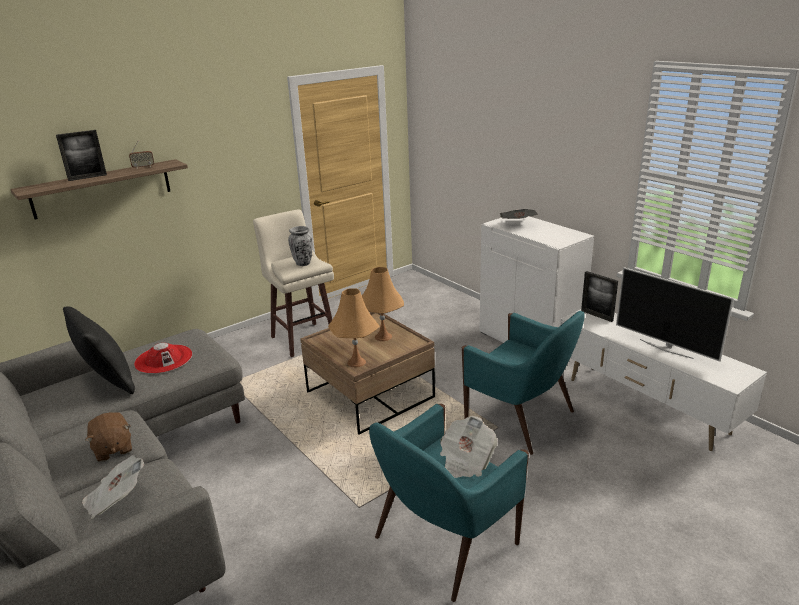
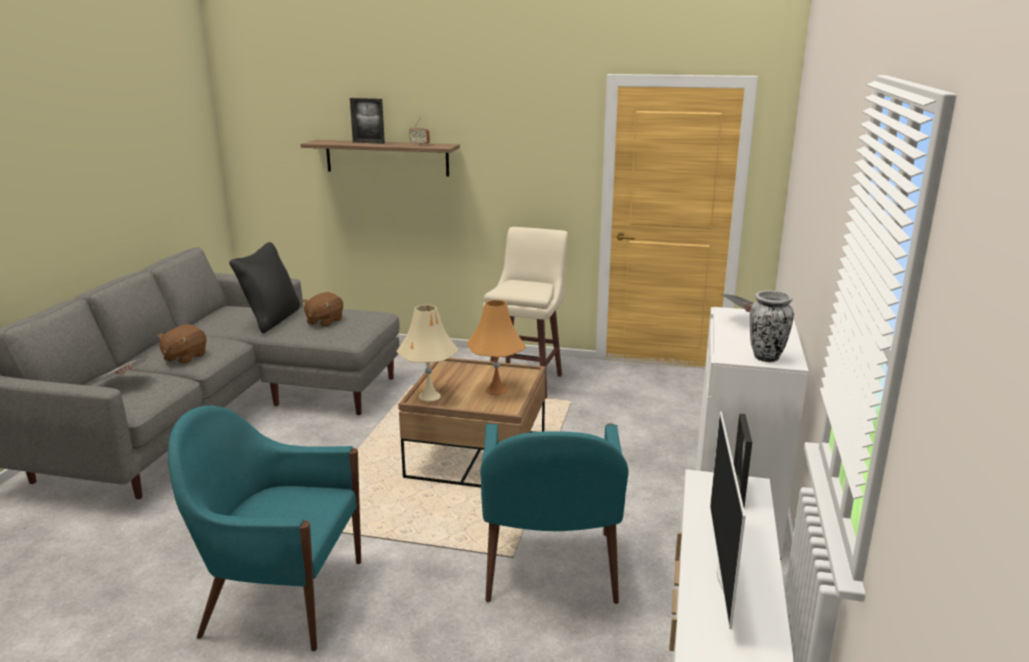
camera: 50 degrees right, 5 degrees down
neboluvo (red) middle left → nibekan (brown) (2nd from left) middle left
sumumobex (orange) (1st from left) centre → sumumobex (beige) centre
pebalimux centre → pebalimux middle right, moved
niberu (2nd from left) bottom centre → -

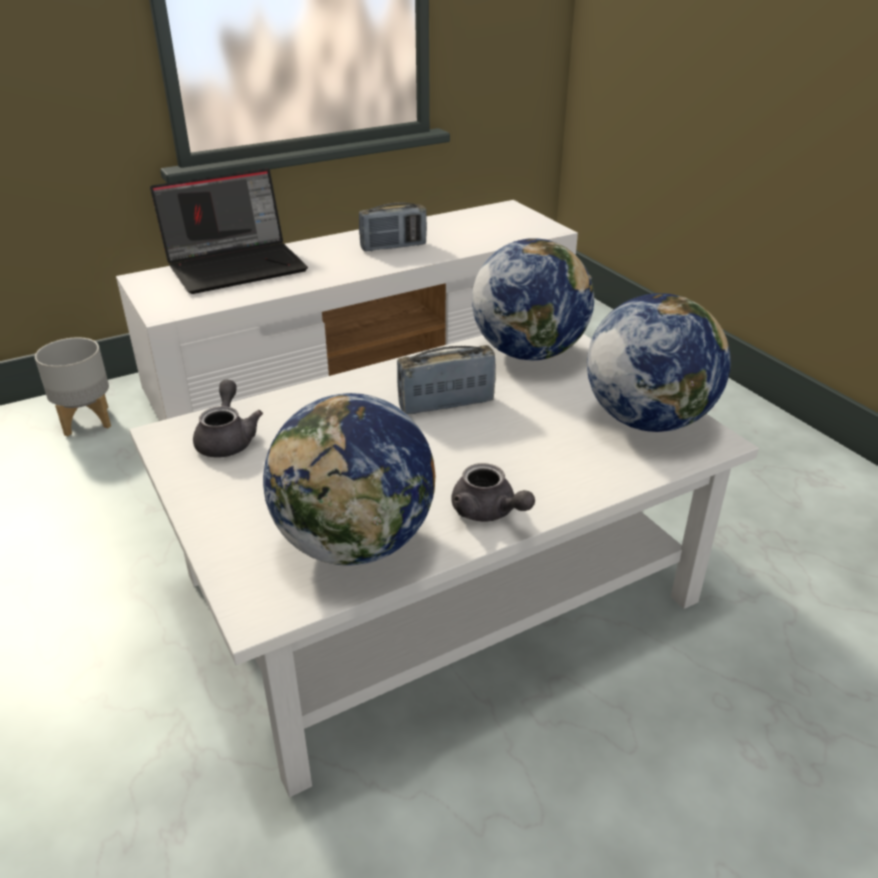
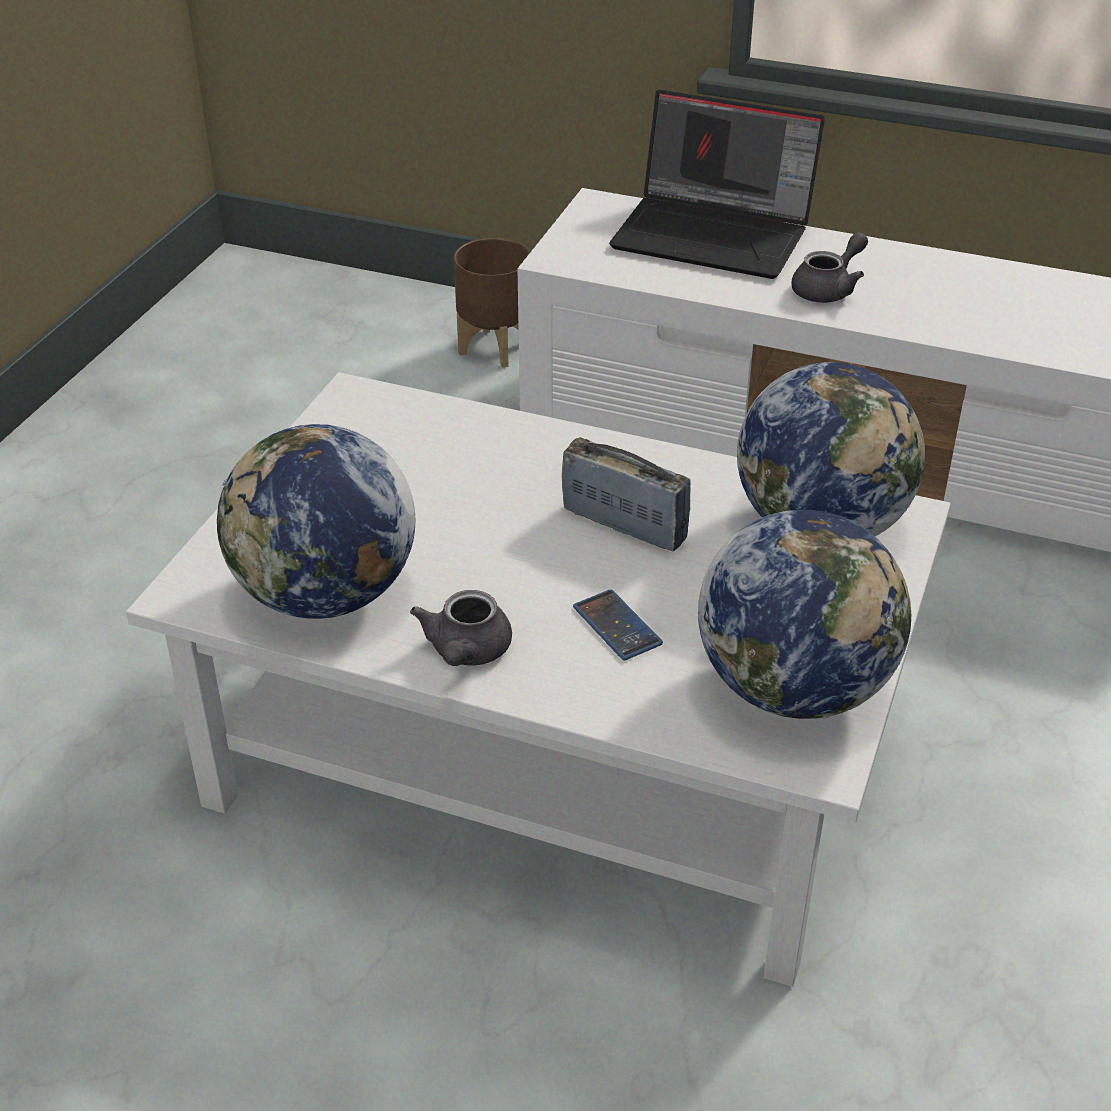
camera: 50 degrees right, 5 degrees up
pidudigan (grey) middle left → pidudigan (brown) top centre
- → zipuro centre
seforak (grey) (1st from left in the first image) middle left → seforak (grey) (2nd from left) top right, moved
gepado (1st from left) top centre → -

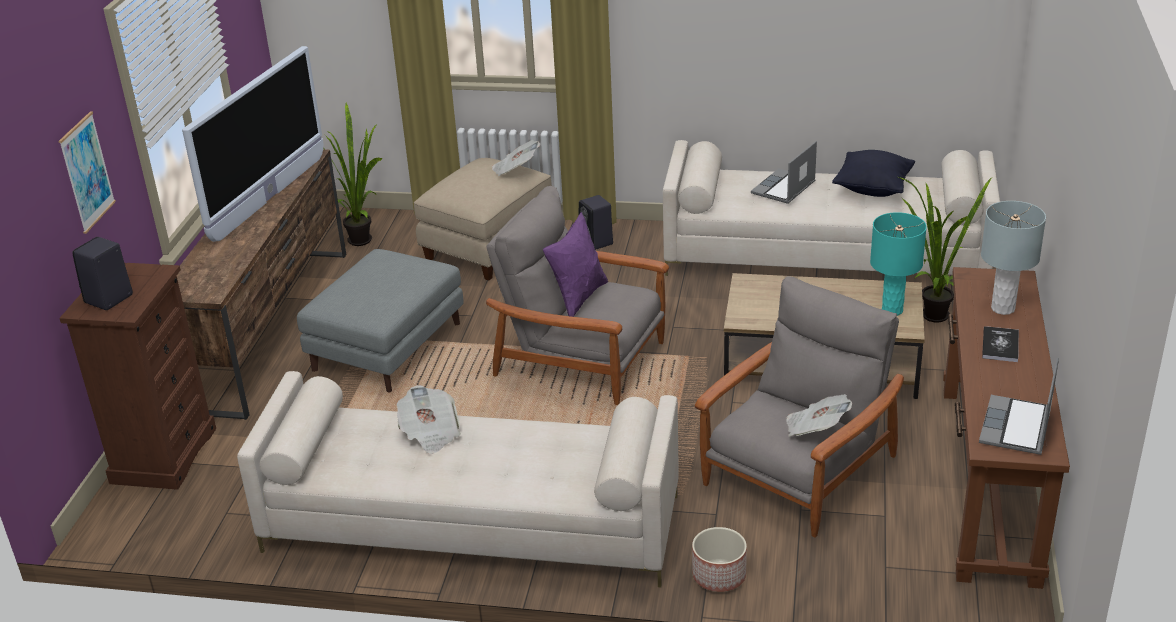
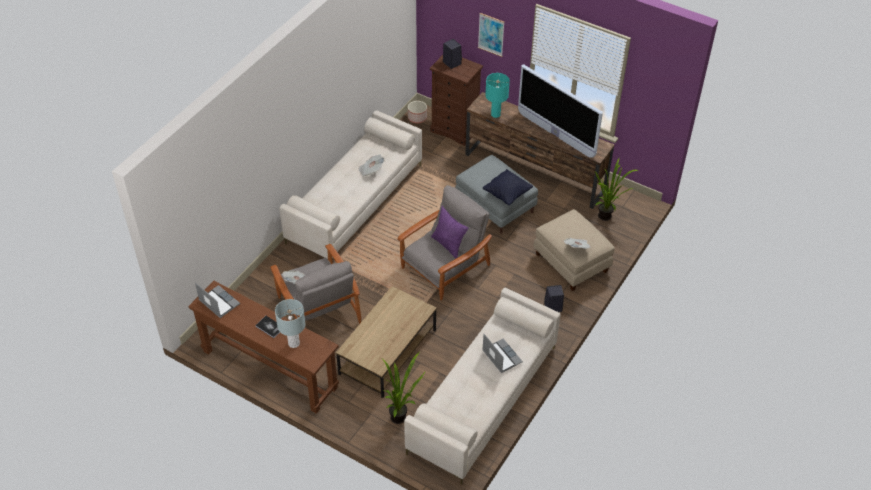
camera: 110 degrees right, 15 degrees up
pidudigan bottom centre → pidudigan top centre, moved
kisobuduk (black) top right → kisobuduk (black) centre, moved
sumumobex (turquoise) middle right → sumumobex (turquoise) top centre, moved

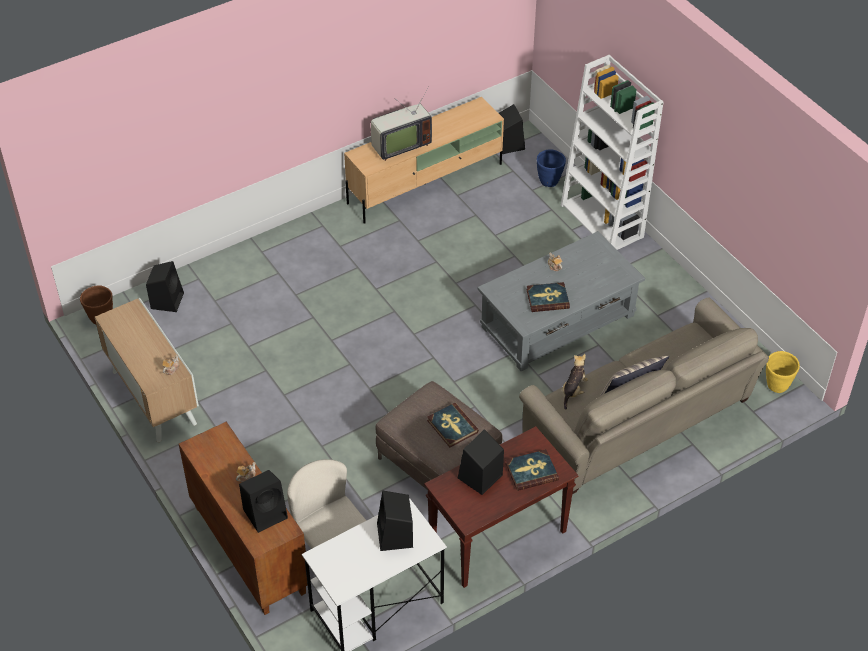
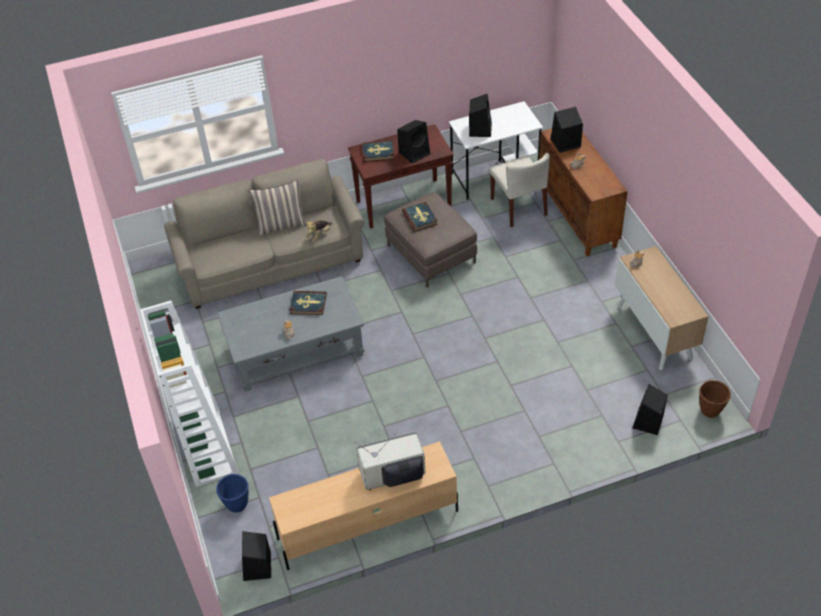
camera: 165 degrees left, 0 degrees up
pidudigan (yellow) middle right → -

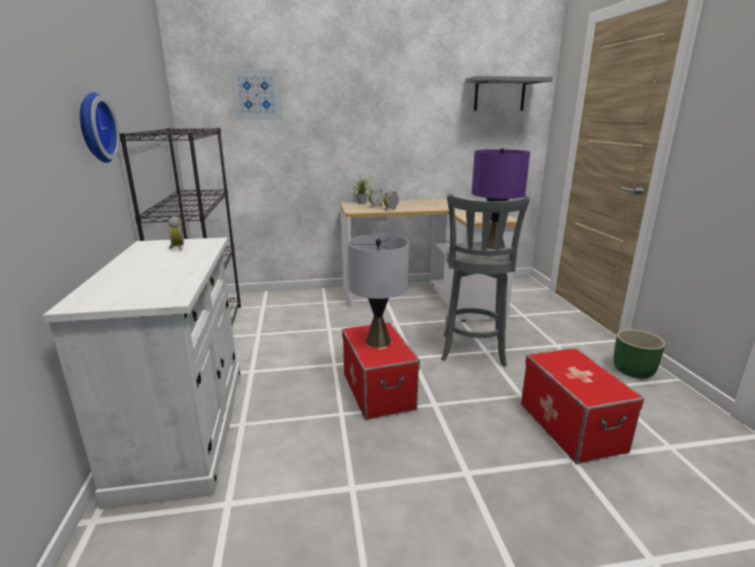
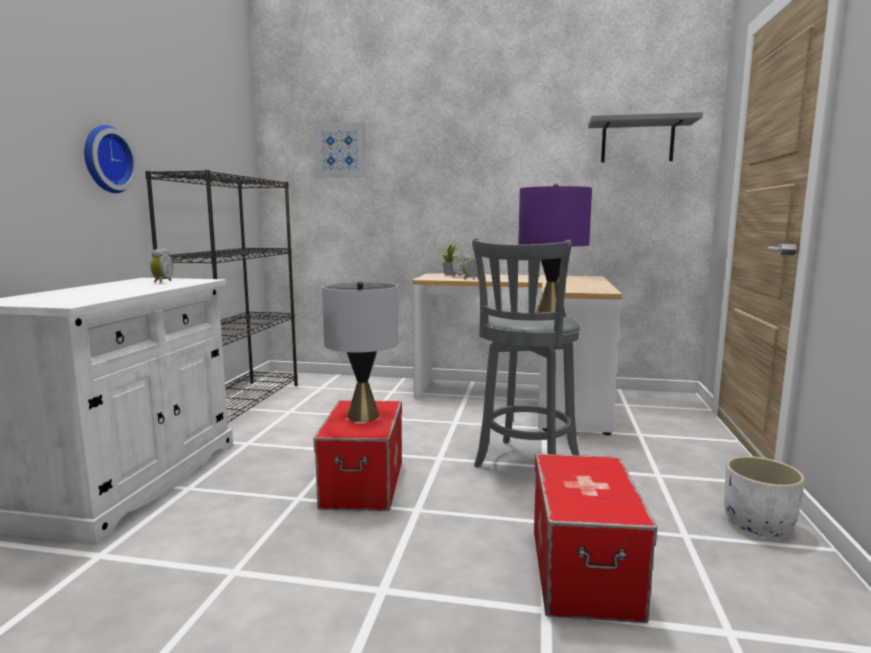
camera: 20 degrees right, 10 degrees down
pidudigan (green) middle right → pidudigan (white) bottom right

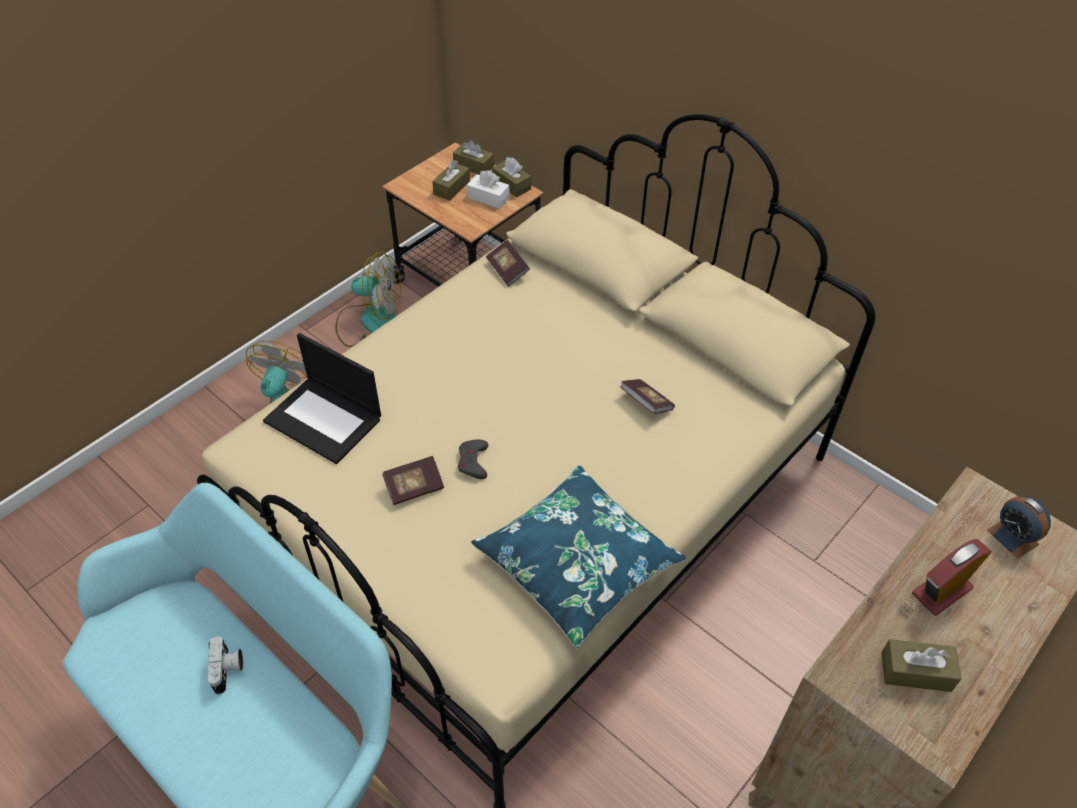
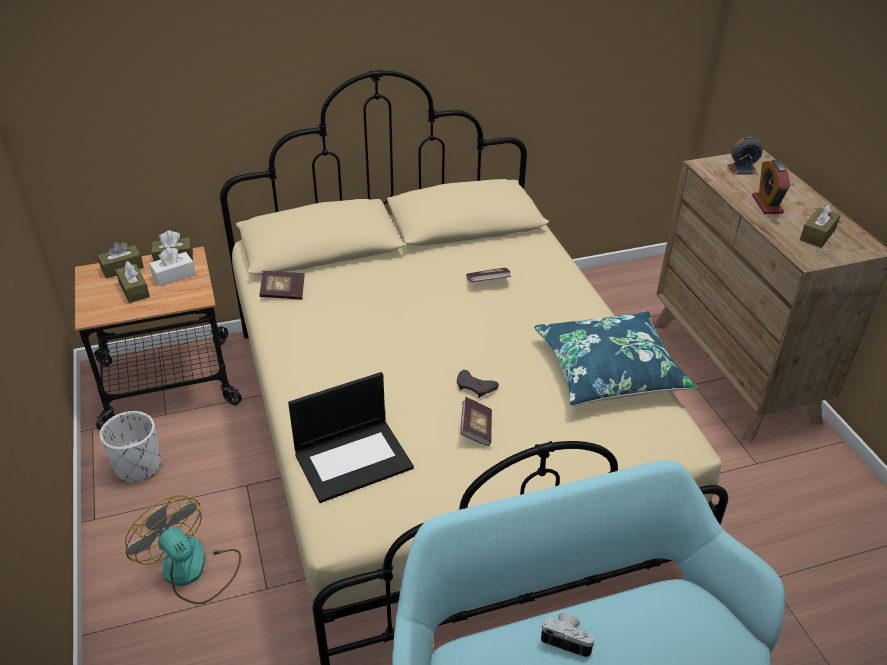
camera: 60 degrees left, 10 degrees down
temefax (2nd from left) centre → pidudigan (white) bottom left

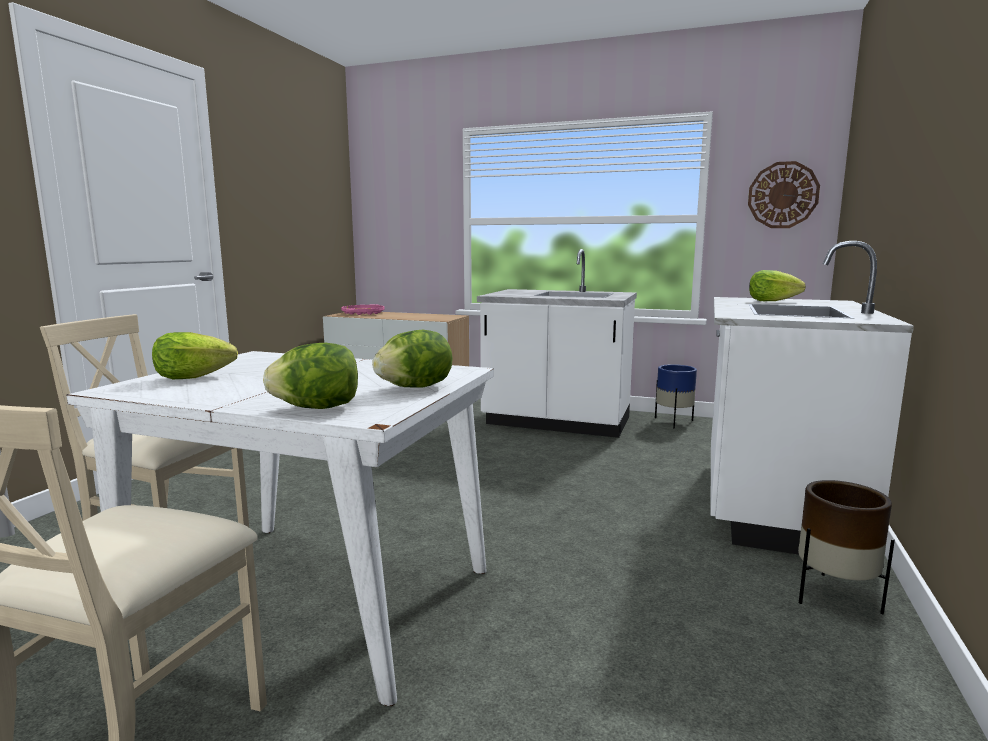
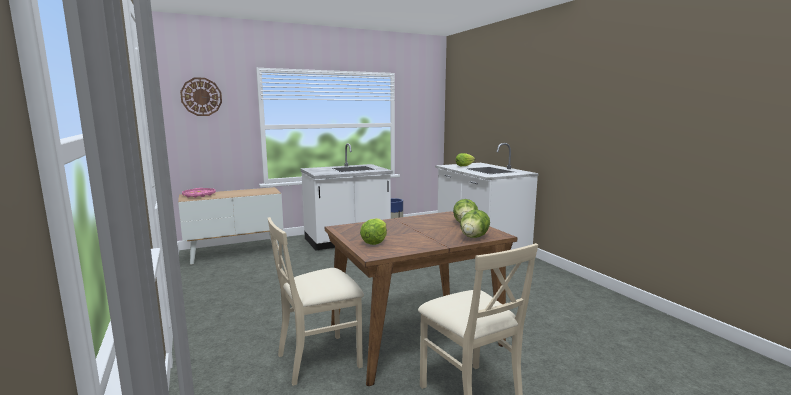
camera: 45 degrees left, 0 degrees up
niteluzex top right → niteluzex top left, moved
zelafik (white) bottom left → zelafik (brown) bottom centre
pidudigan (brown) bottom right → -

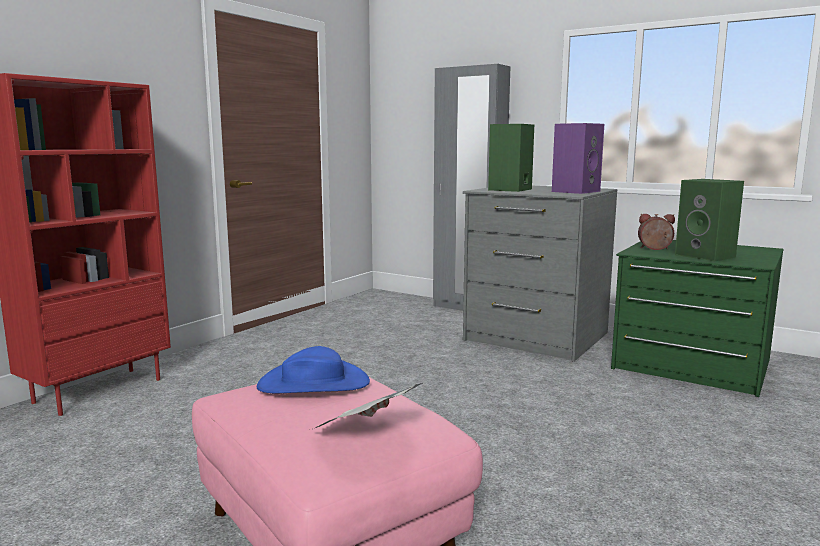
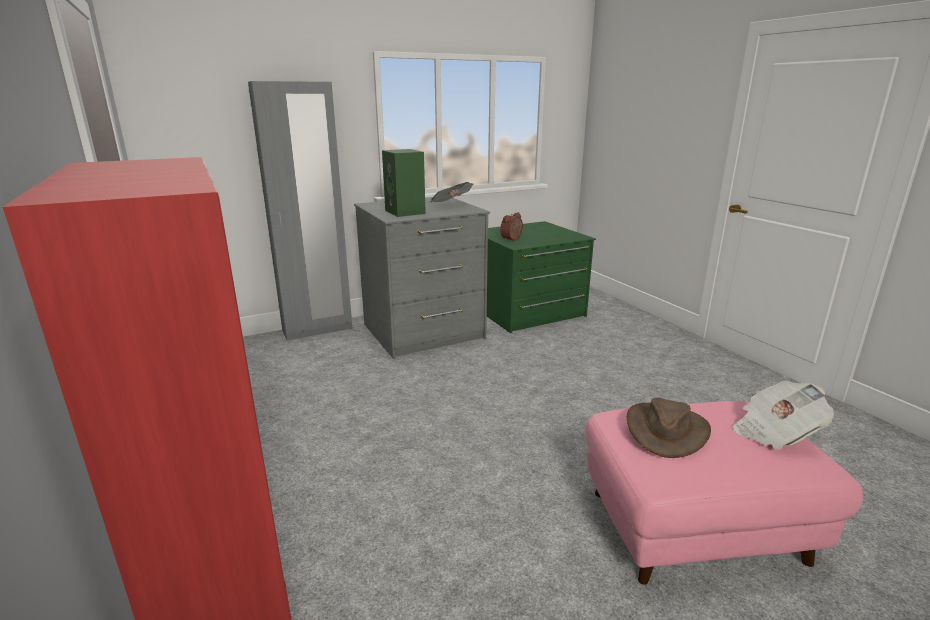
camera: 60 degrees left, 10 degrees up
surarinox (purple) top right → niberu (1st from left) top centre
neboluvo (blue) bottom centre → neboluvo (brown) bottom right
surarinox (green) (2nd from left) middle right → -

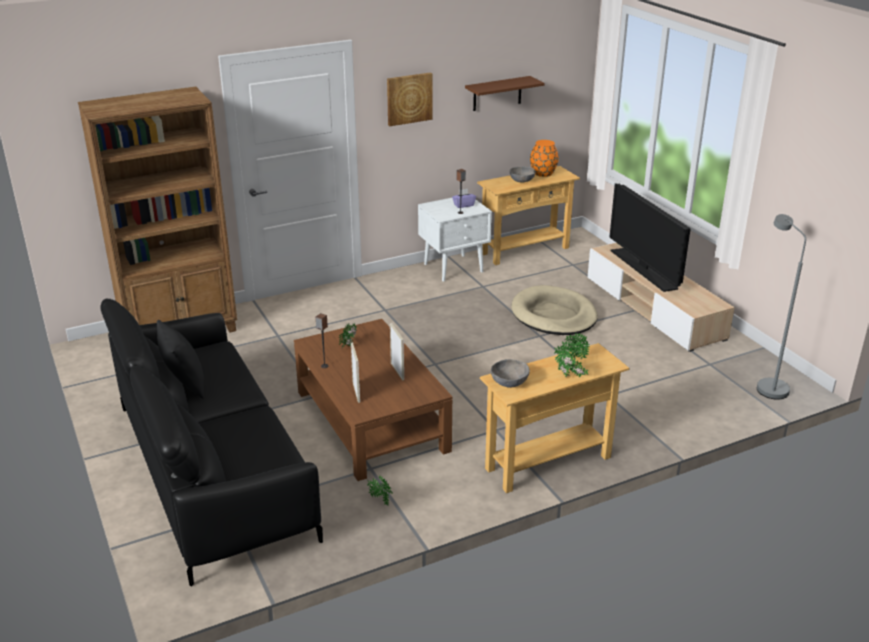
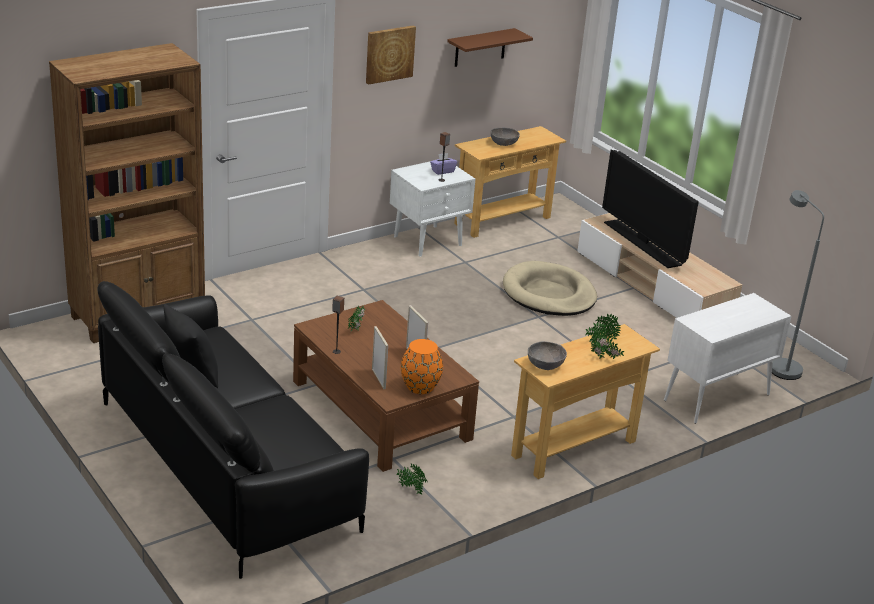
camera: 10 degrees left, 0 degrees up
pebalimux (orange) top centre → pebalimux (orange) centre, moved
- → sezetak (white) middle right

